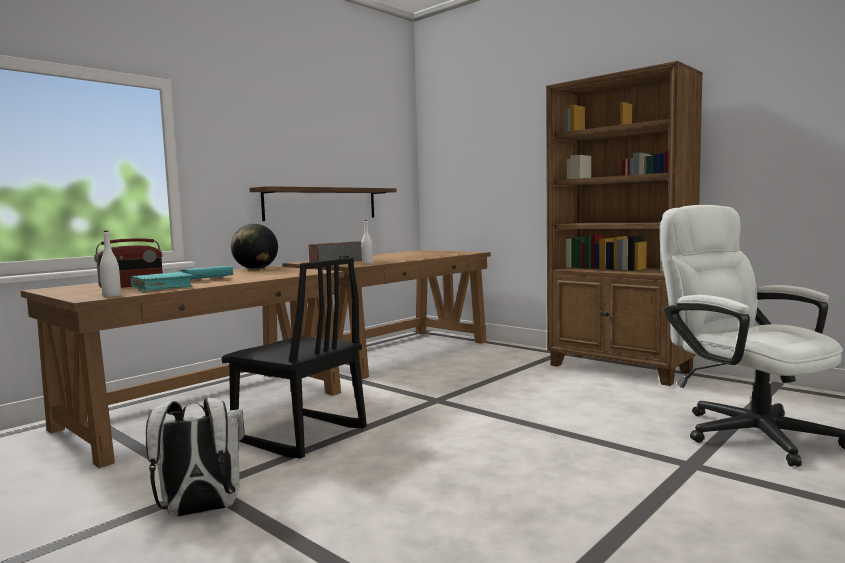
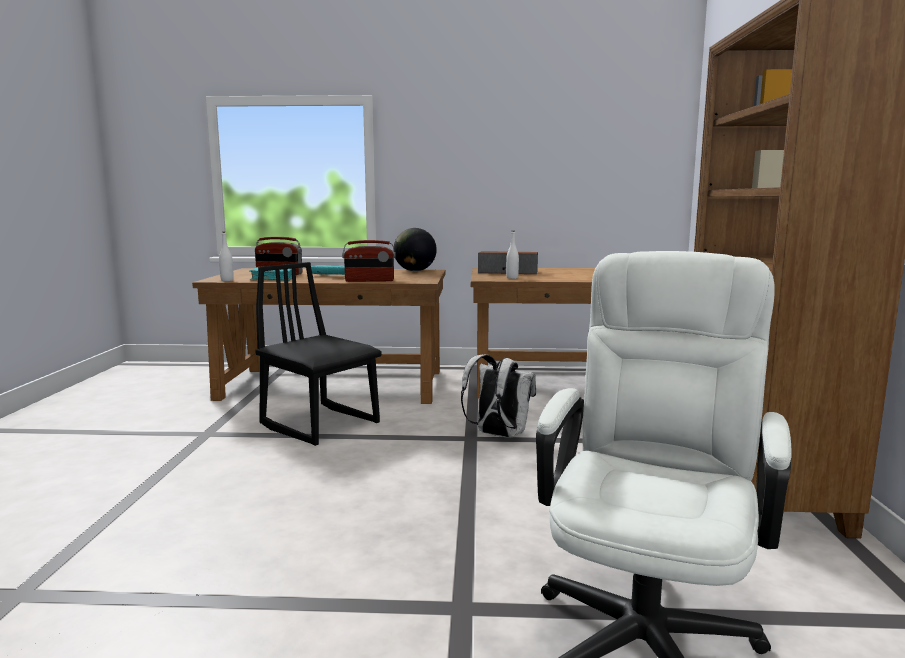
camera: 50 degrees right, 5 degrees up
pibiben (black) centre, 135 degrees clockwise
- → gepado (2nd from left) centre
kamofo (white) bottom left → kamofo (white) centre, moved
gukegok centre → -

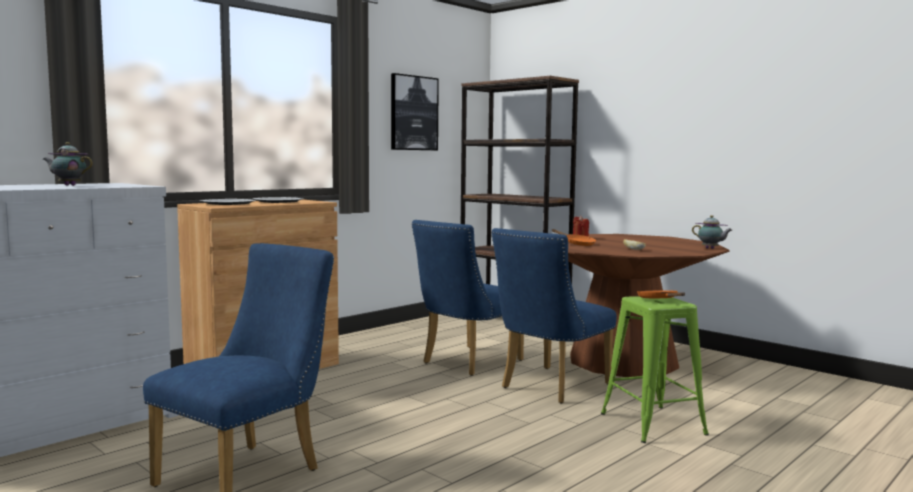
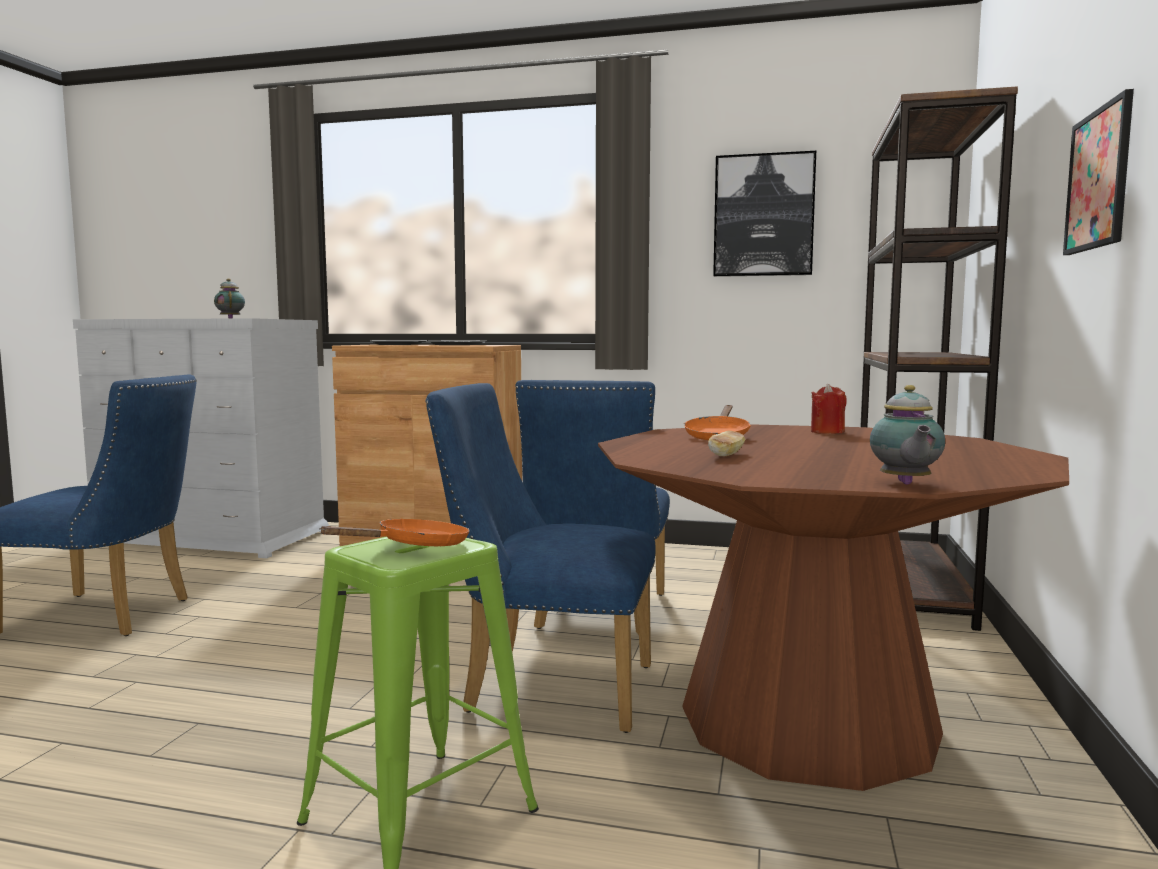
camera: 60 degrees right, 0 degrees up
pibiben (blue) (2nd from left in the first image) centre → pibiben (blue) (3rd from left) centre, 90 degrees counterclockwise
- → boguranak (2nd from left) top right

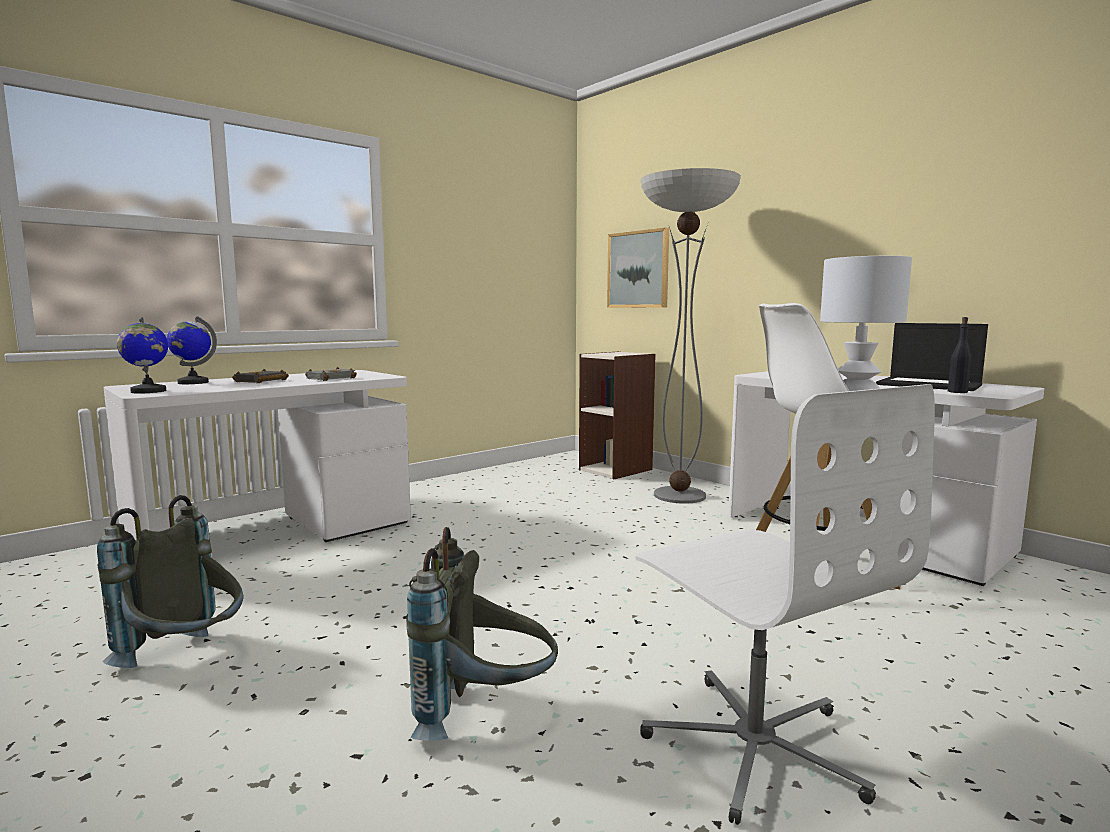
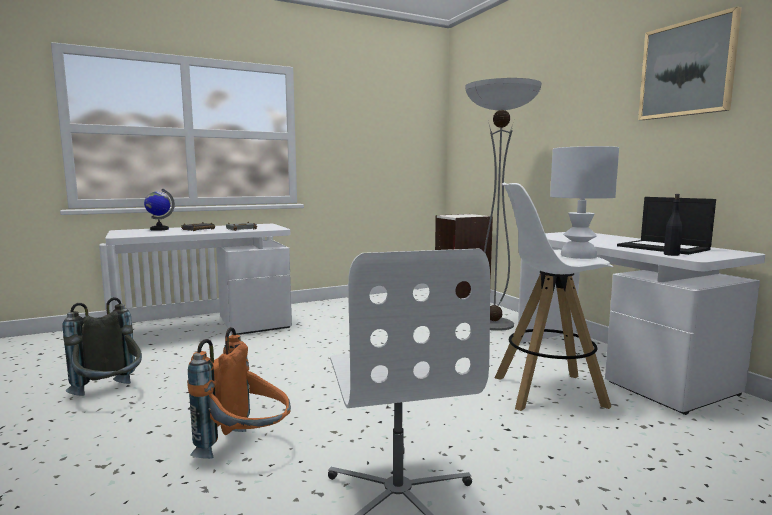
camera: 15 degrees right, 0 degrees up
kamofo (grey) (2nd from left) bottom centre → kamofo (orange) bottom left
boguranak top centre → boguranak top right, moved
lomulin (1st from left) middle left → -

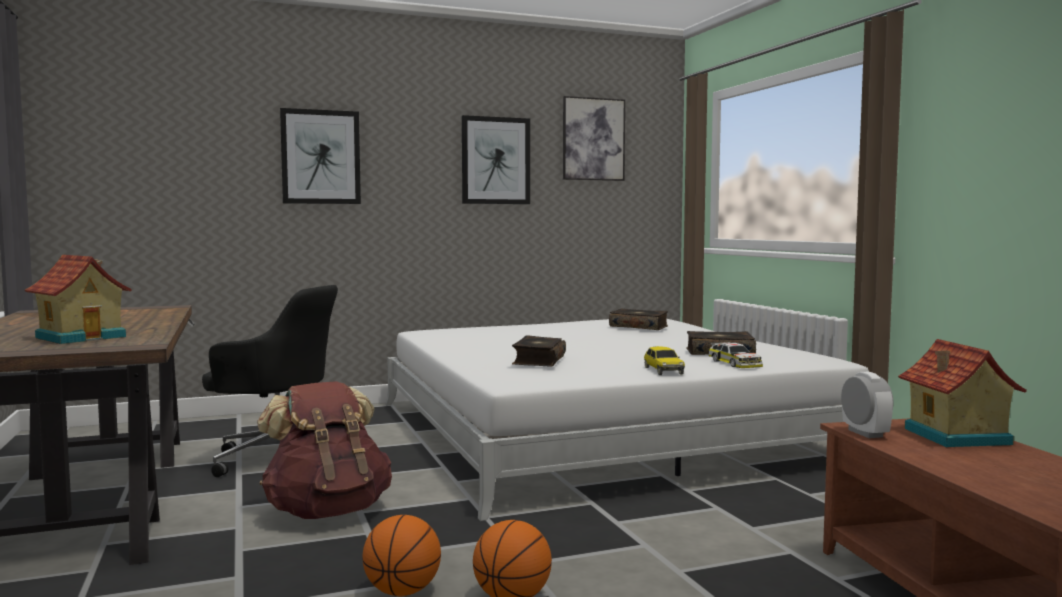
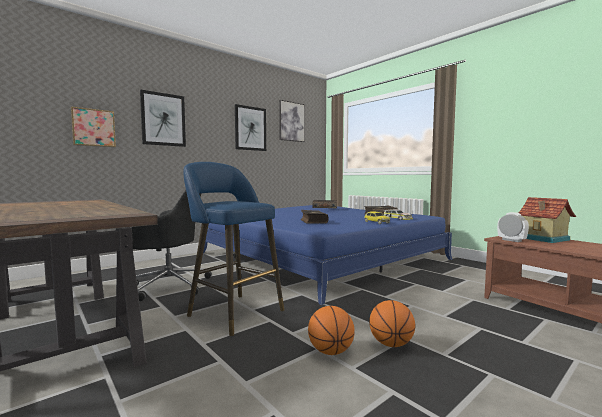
camera: 20 degrees left, 0 degrees up
- → boguranak (1st from left) top left
kamofo (brown) bottom left → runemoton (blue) centre
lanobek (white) bottom centre → lanobek (blue) centre
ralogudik (1st from left) middle left → -

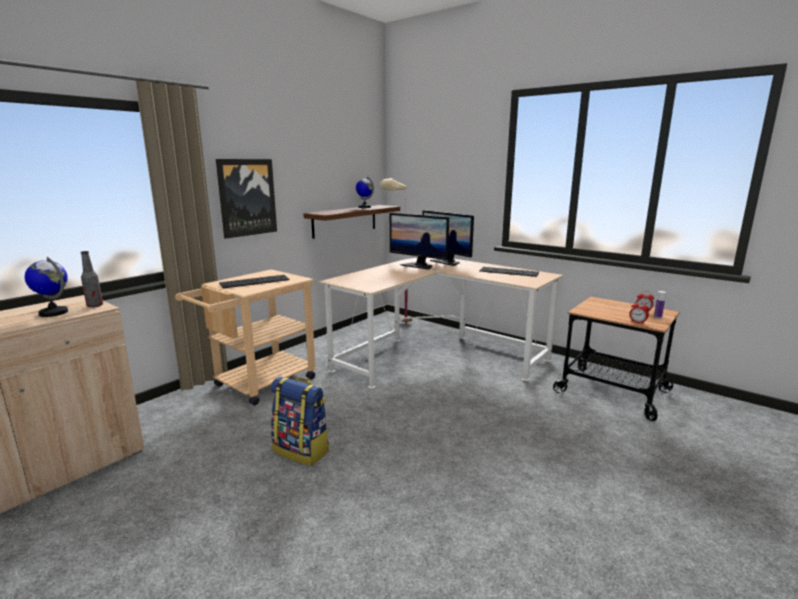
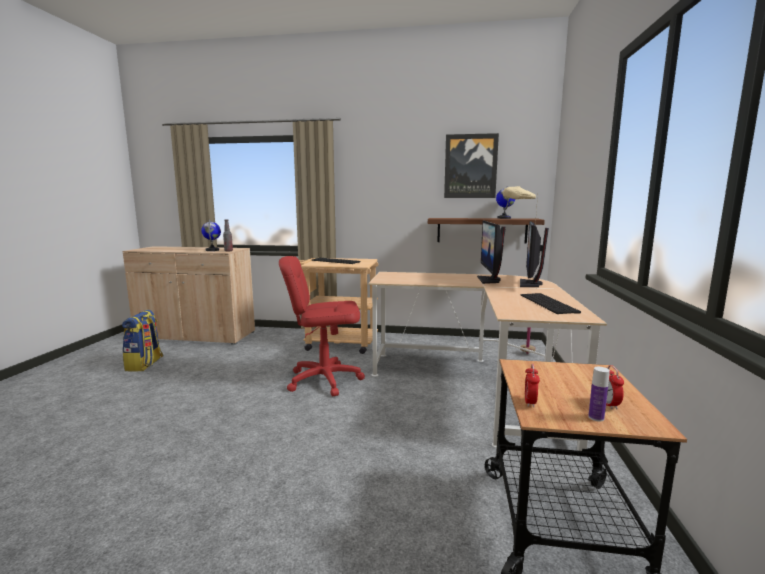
camera: 60 degrees right, 5 degrees down
kamofo bottom centre → kamofo middle left, moved
- → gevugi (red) centre
boguranak top left → boguranak top centre, moved

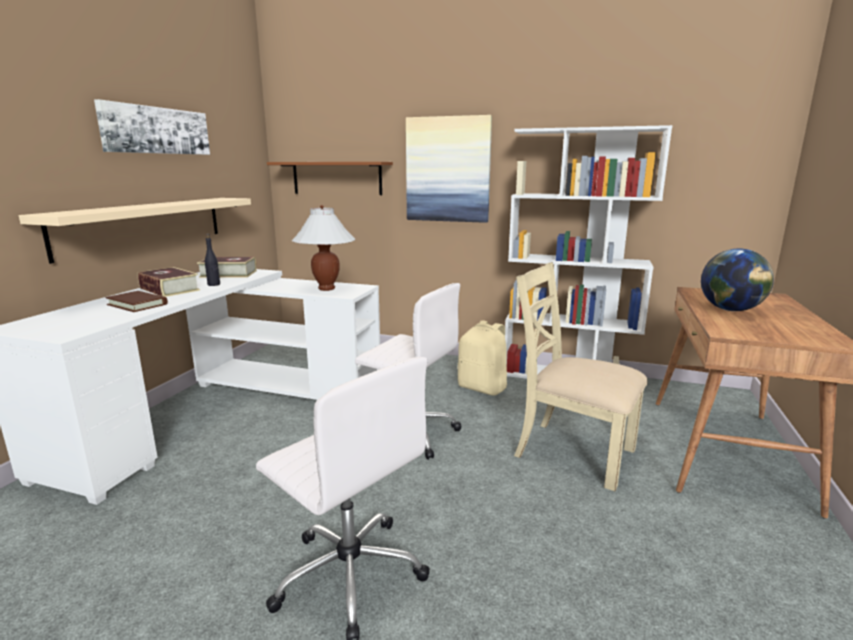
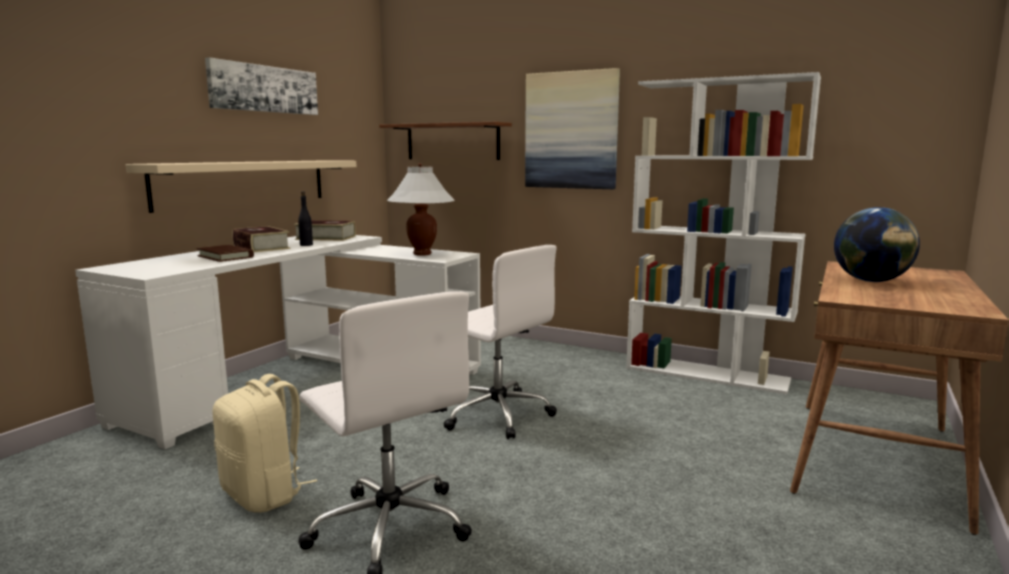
camera: 10 degrees right, 5 degrees down
kamofo (beige) centre → kamofo (beige) bottom left, moved
pibiben (beige) middle right → -

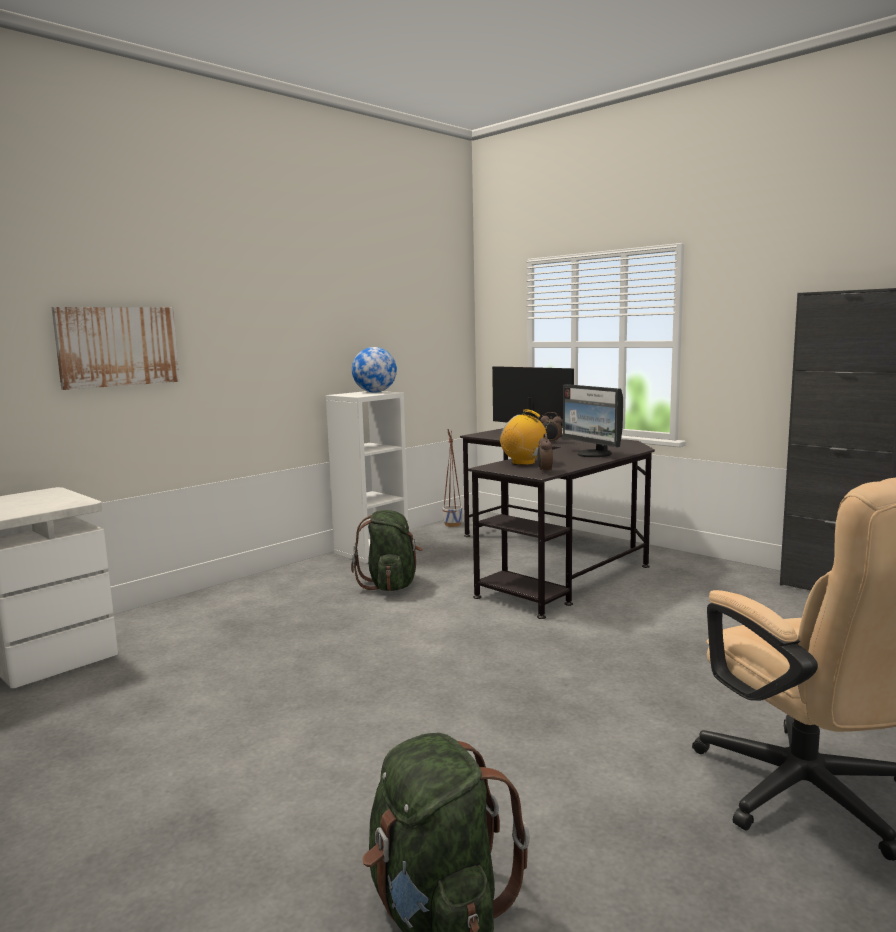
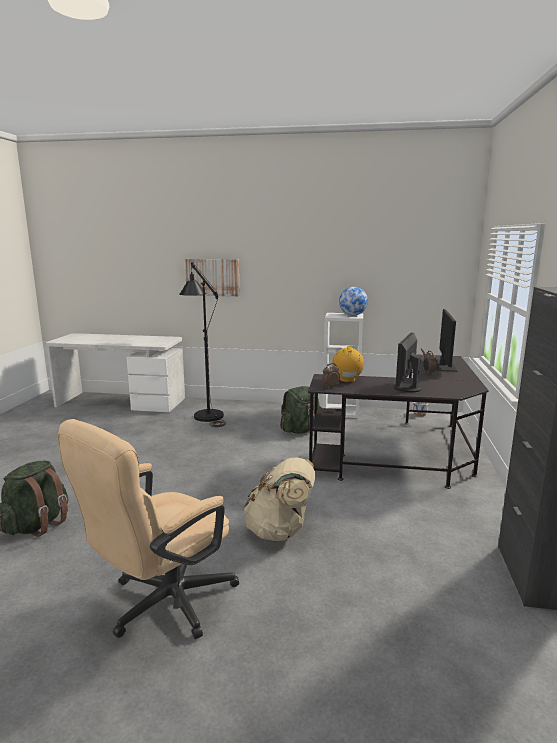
camera: 55 degrees right, 5 degrees up
- → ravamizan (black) centre
- → kamofo (beige) bottom centre

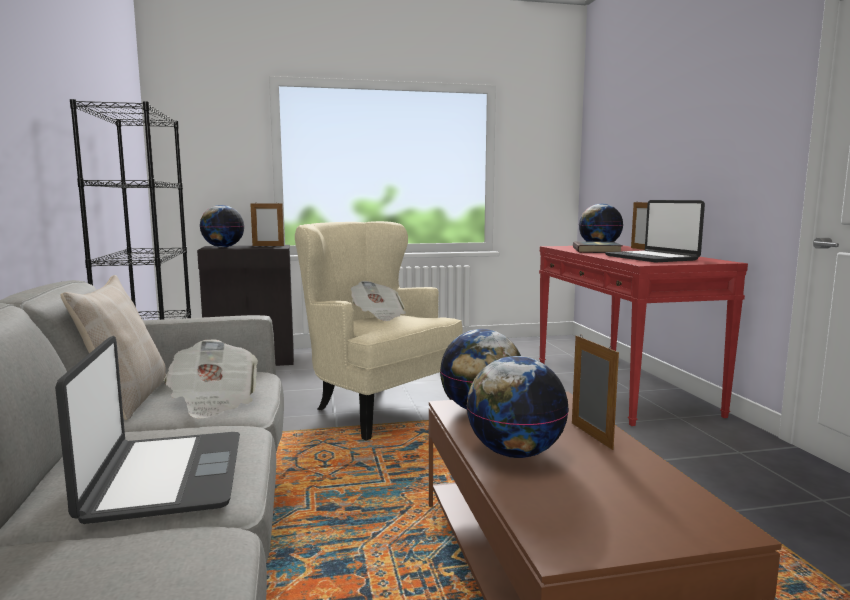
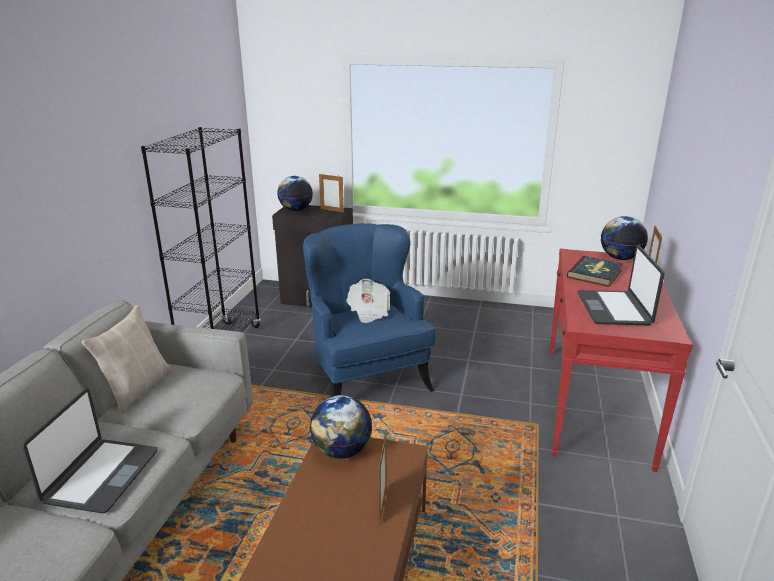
camera: 25 degrees right, 15 degrees up
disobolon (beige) centre → disobolon (blue) centre
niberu (1st from left) middle left → -
lomulin (3rd from left) bottom centre → -

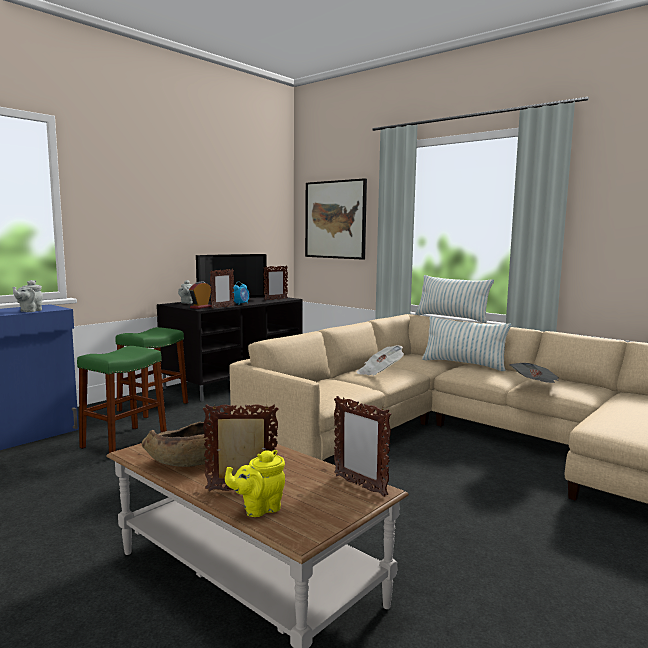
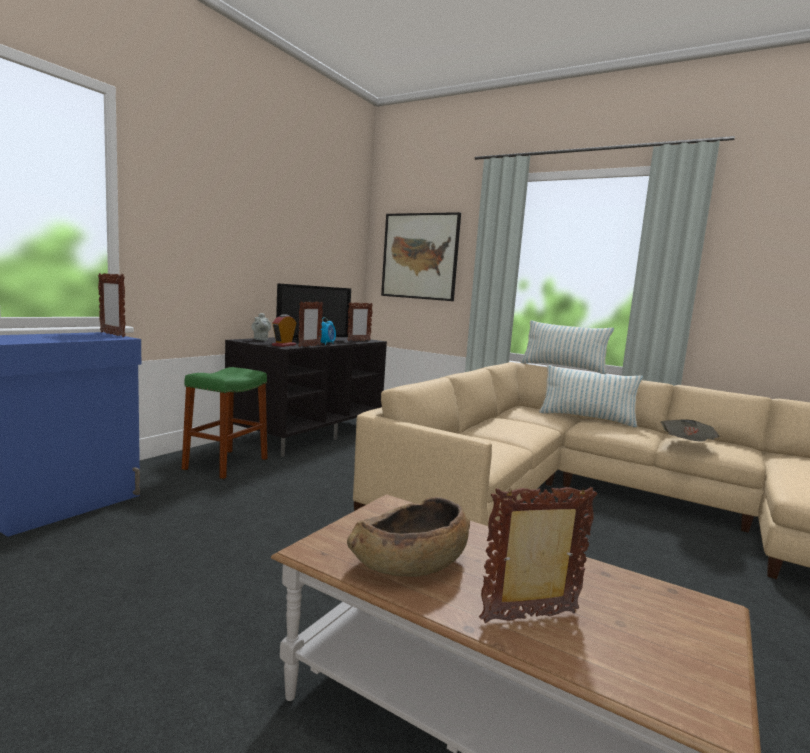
camera: 10 degrees left, 0 degrees up
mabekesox (4th from left in the first image) bottom centre → mabekesox (1st from left) middle left, moved
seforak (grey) (1st from left) middle left → -
runemoton (green) (1st from left) middle left → -
seforak (yellow) bottom centre → -
niberu (1st from left) centre → -

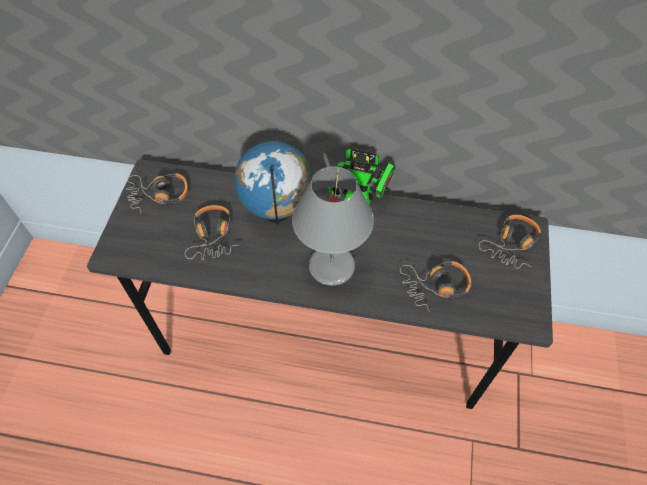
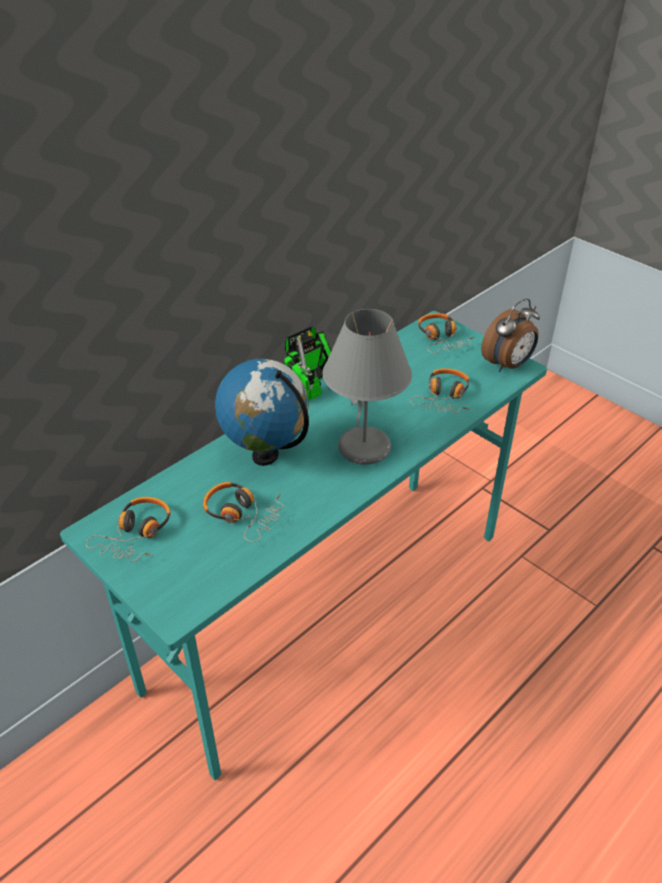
camera: 55 degrees left, 15 degrees down
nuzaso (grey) centre → nuzaso (turquoise) centre
- → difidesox middle right

